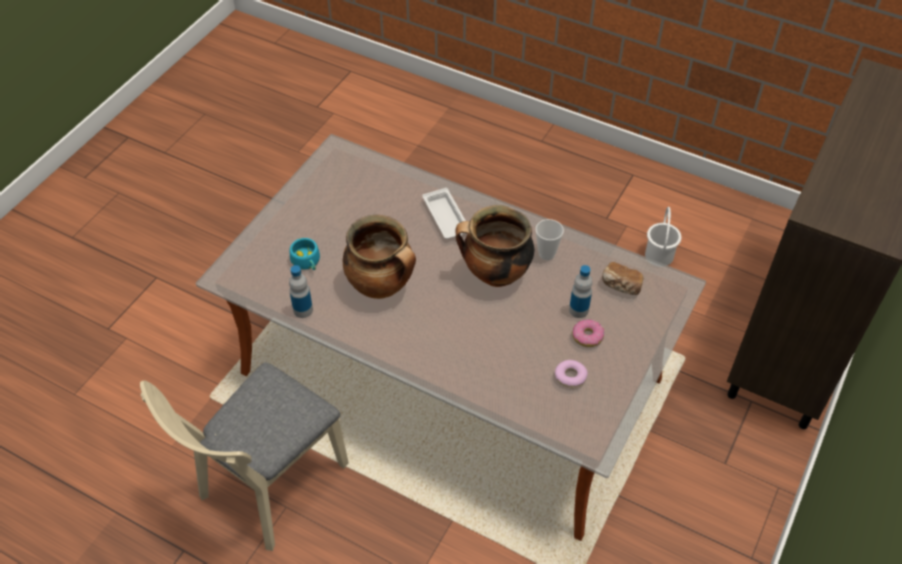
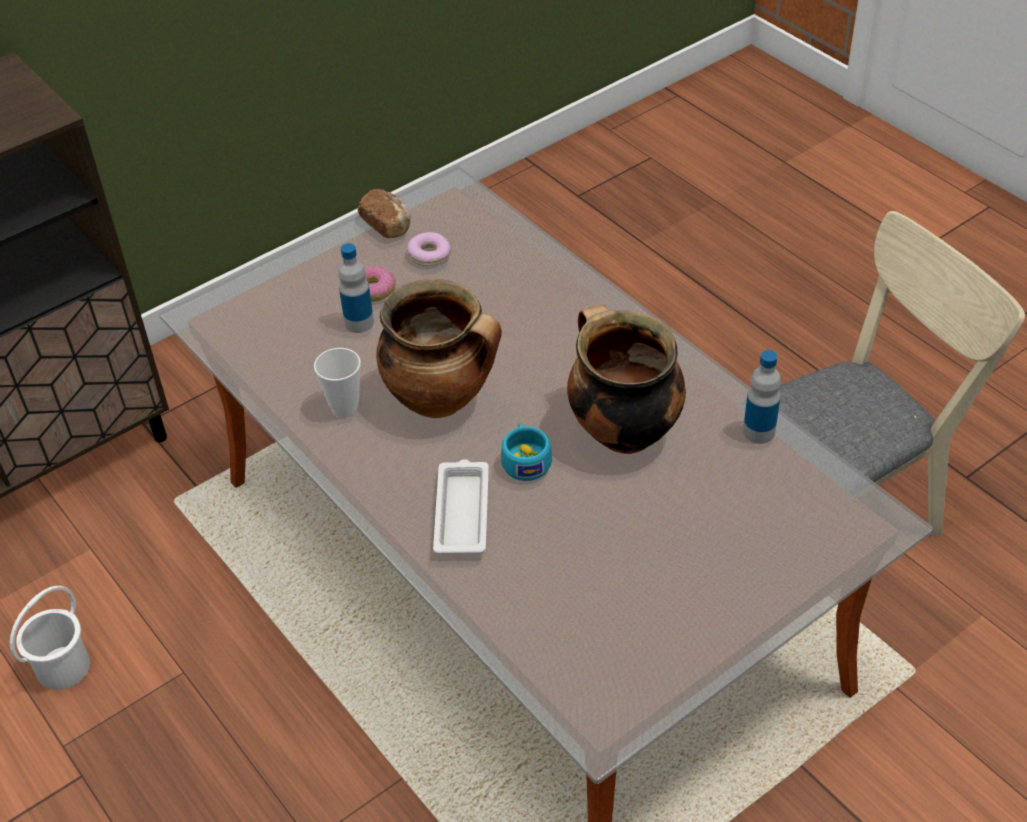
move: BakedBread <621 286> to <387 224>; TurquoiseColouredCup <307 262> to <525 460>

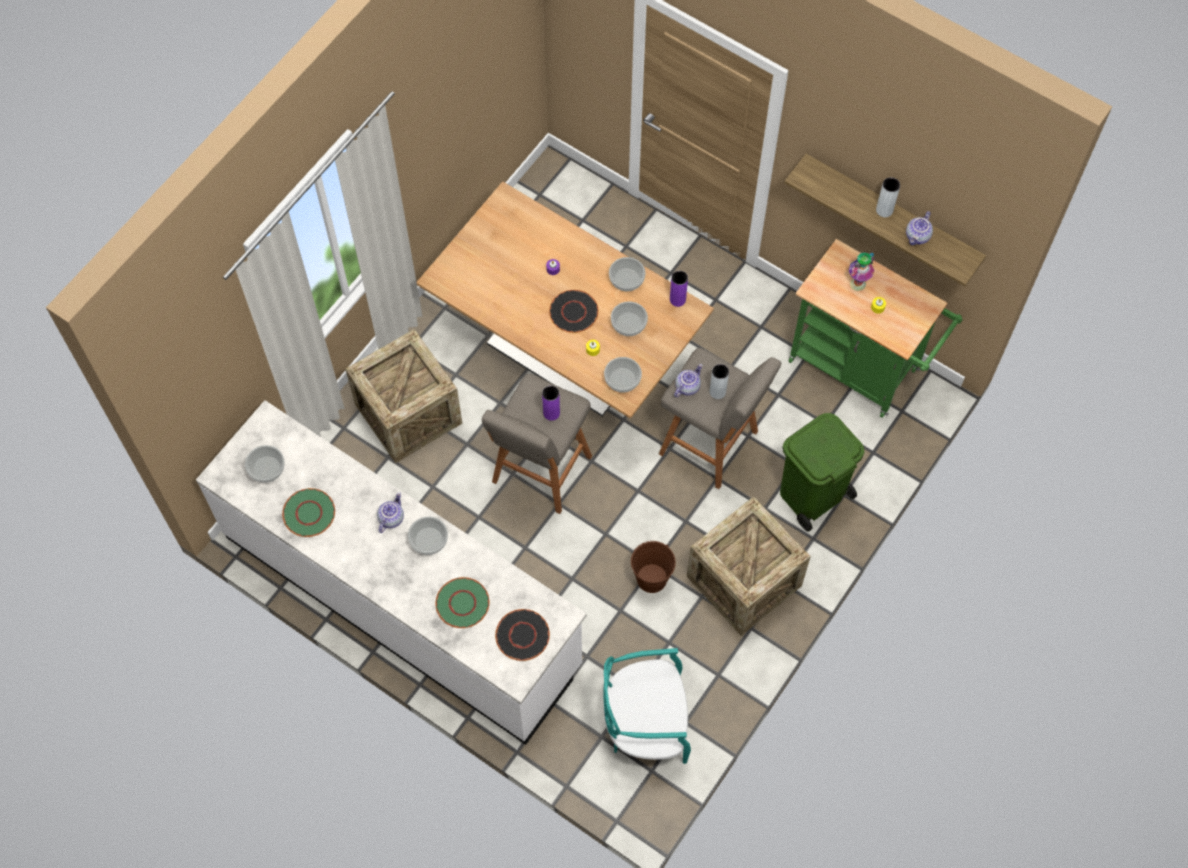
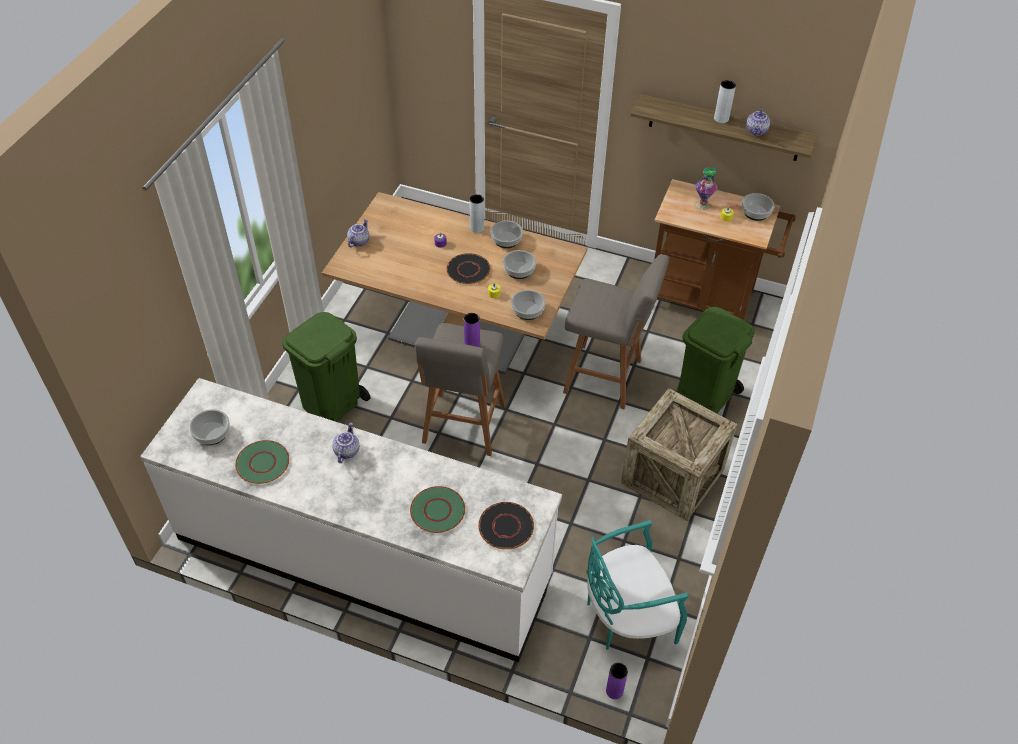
delete: BrownWaterBucket <652 578>
move: TeaPot <687 386> to <358 241>; GrayVase <717 392> to <477 228>; PurpleColouredVase <677 299> to <614 691>; DeepDish <428 540> to <756 213>
replace: ShippingCrate <408 414> to GreenWasteBin <331 404>
recolor: GreenCart <861 369> to BrownCart <707 301>

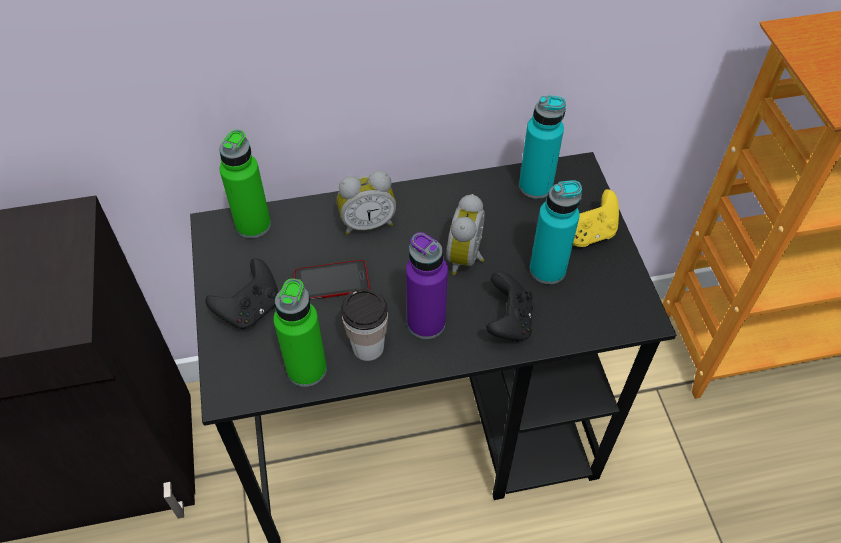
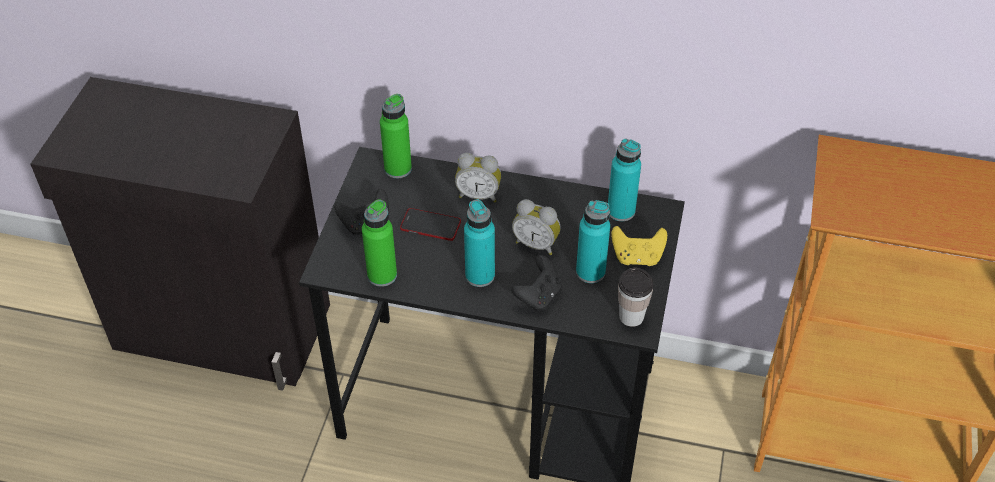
move: Cup <368 347> to <631 316>
recolor: PurpleColouredDrinkBottle <426 323> to TurquoiseColouredDrinkBottle <480 275>
rotate: TableClock <467 258> = <536 244> 105 degrees counterclockwise

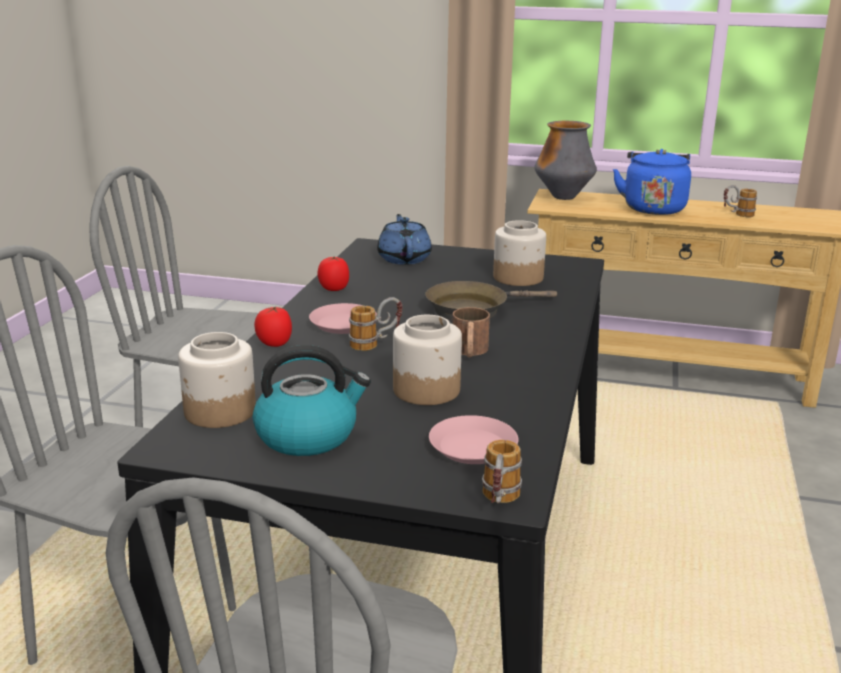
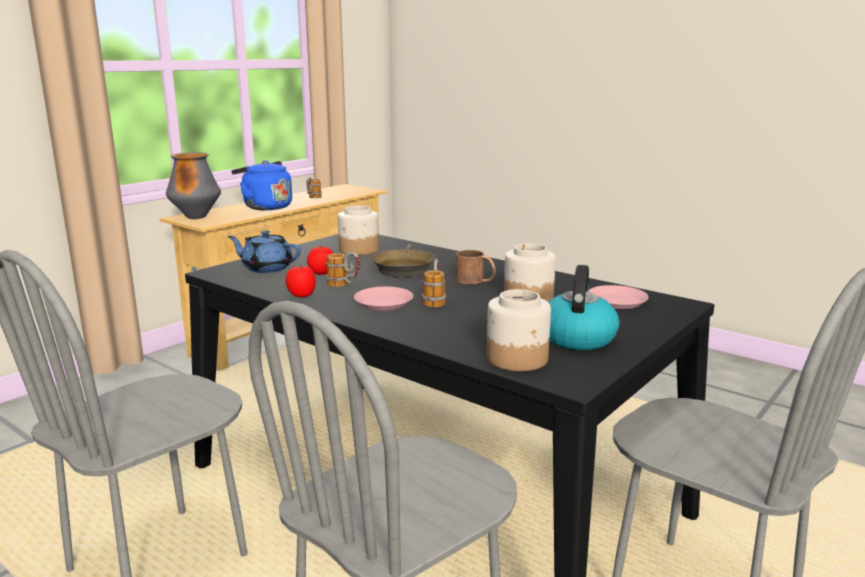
move: FreshTomato <274 344> to <321 274>; CoffeeMug <499 503> to <344 285>

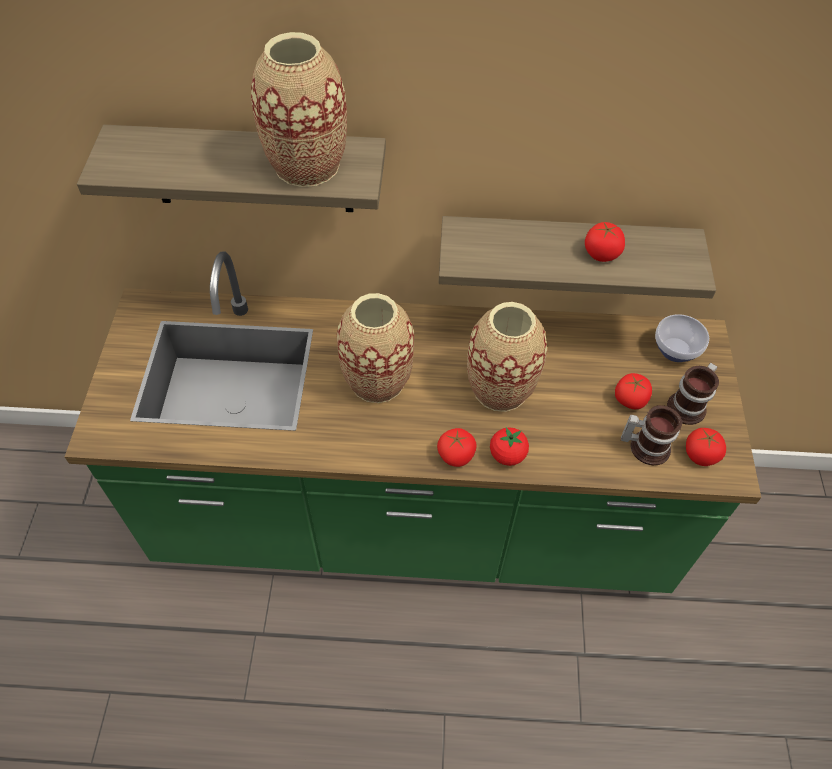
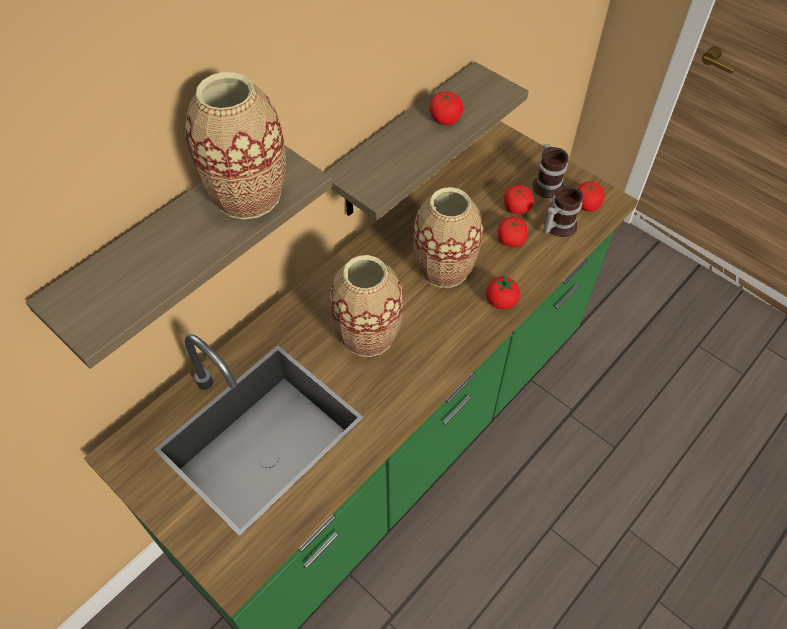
delete: DeepDish <674 350>
move: FreshTomato <456 455> to <510 240>

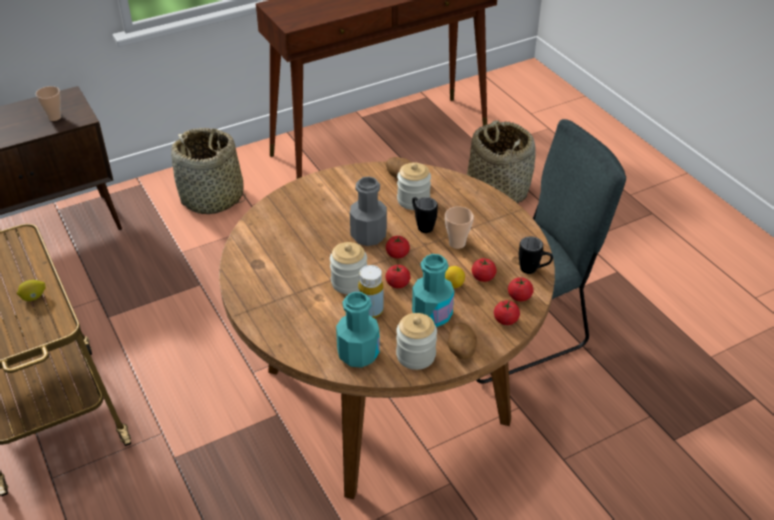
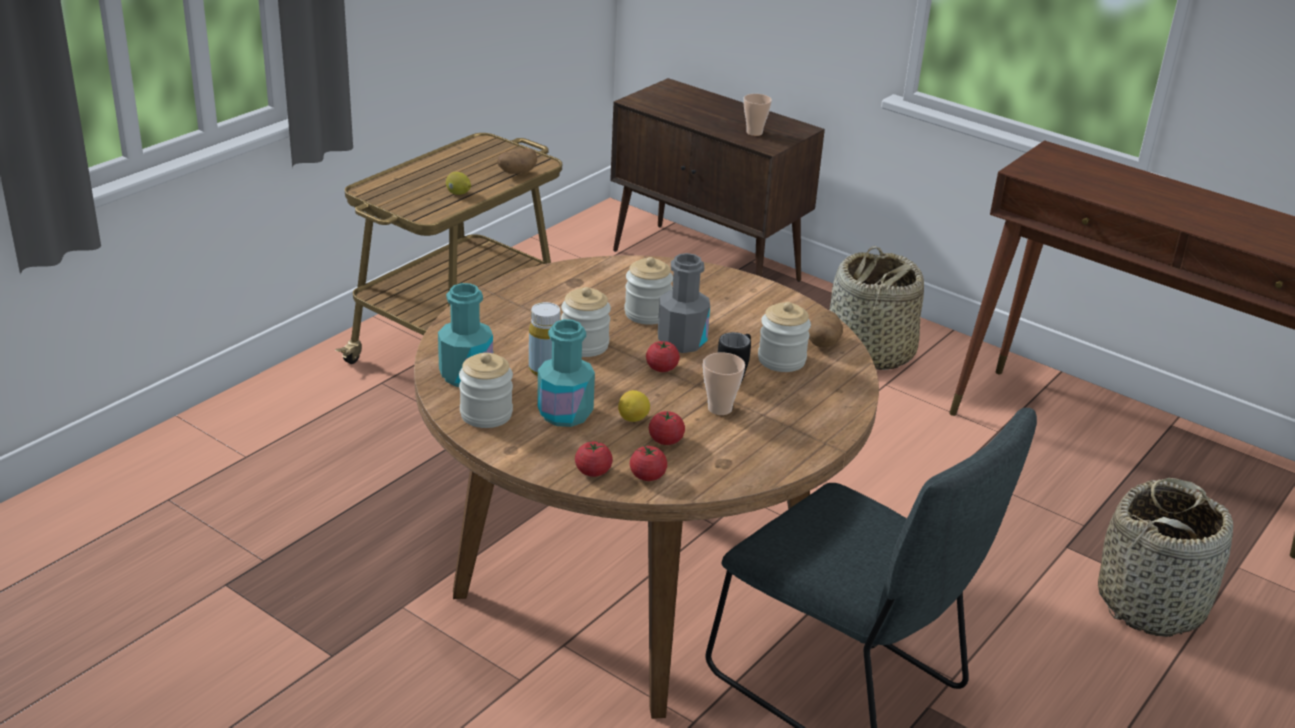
delete: FreshTomato <397 284>; BlackCoffeeMug <533 270>
insert: PreserveJar <647 313>
move: WholePotato <461 351> to <517 172>

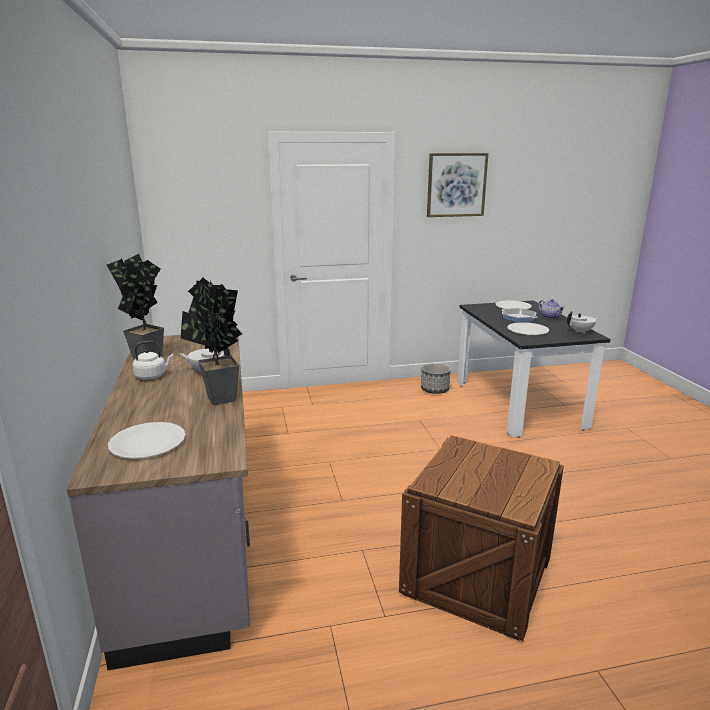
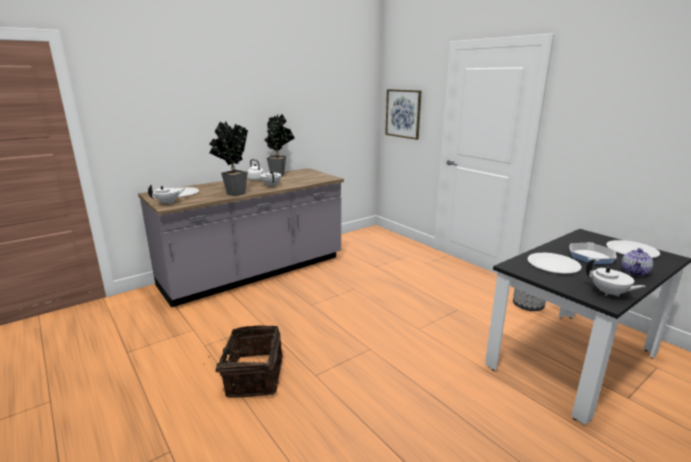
insert: WhiteTeaPot <168 203>
move: WallArt <456 185> to <403 113>
replace: ShippingCrate <476 578> to StorageBasket <252 376>

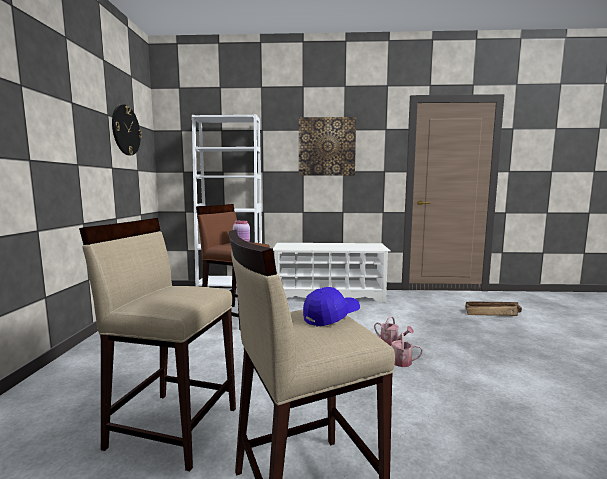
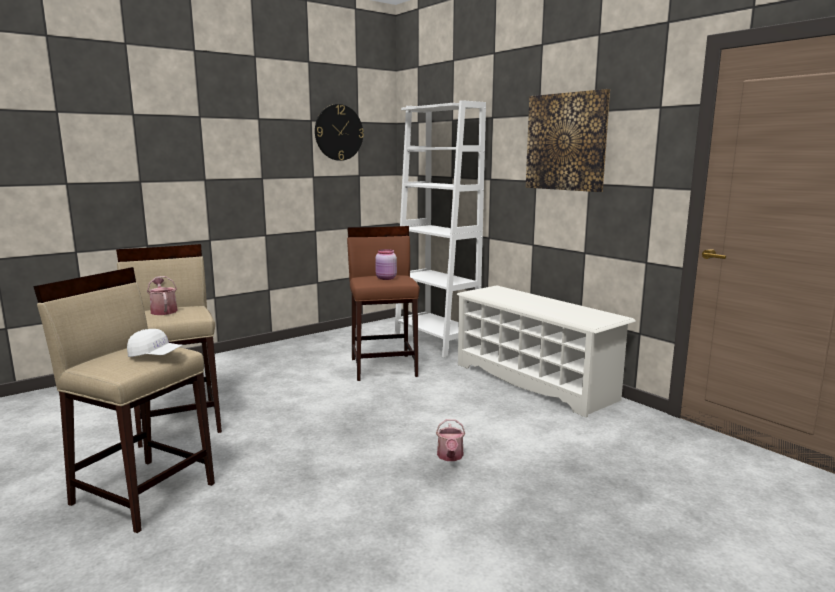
delete: ShippingCrate <492 313>
move: SprinklingCan <397 361> to <163 311>
recolor: BlueColouredPeakedCap <331 317> to WhitePeakedCap <155 355>

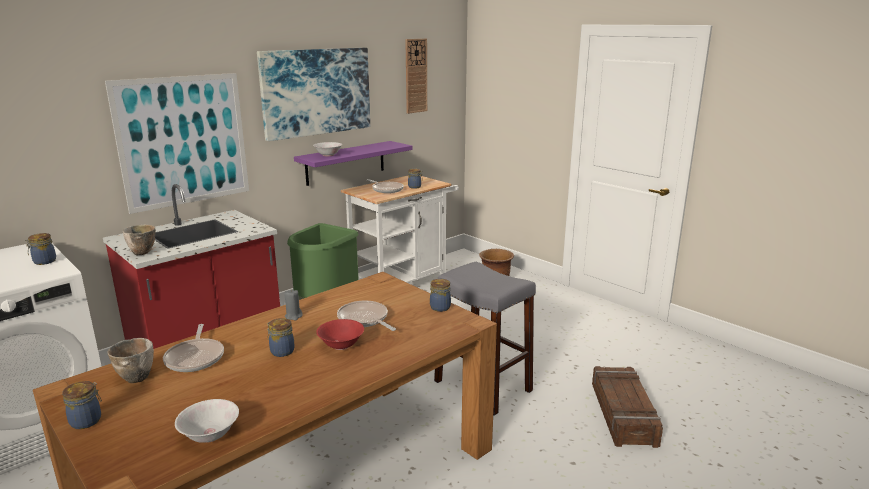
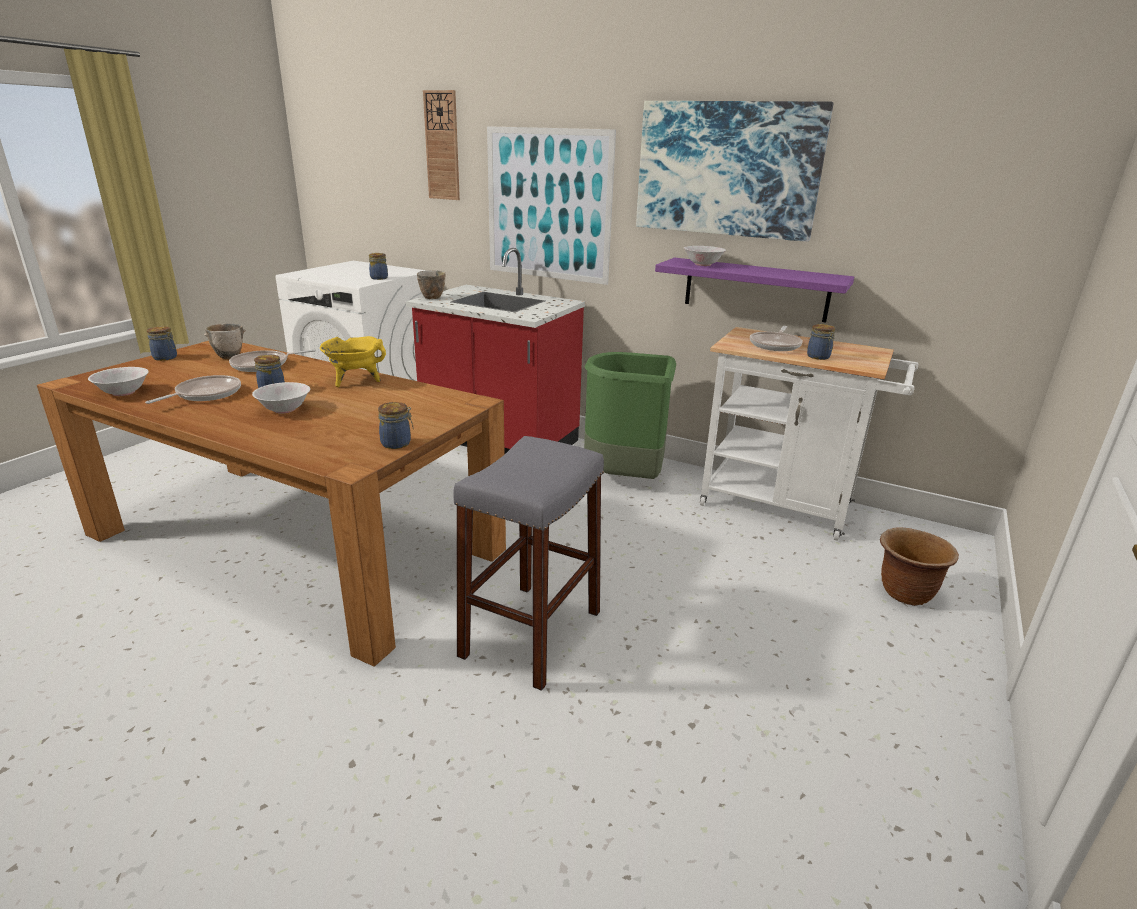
delete: ShippingCrate <624 413>
move: FryingPan <364 319> to <205 394>; HangingClock <416 76> to <442 146>
replace: GrayWaxCandle <293 316> to YellowColouredSaucepot <355 381>
recolor: RedColouredDeepDish <341 345> to WhiteDeepDish <284 409>

